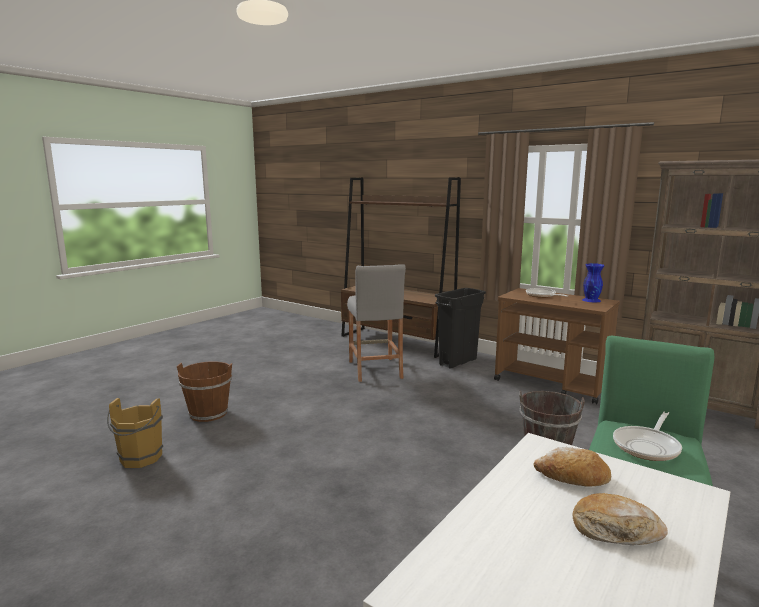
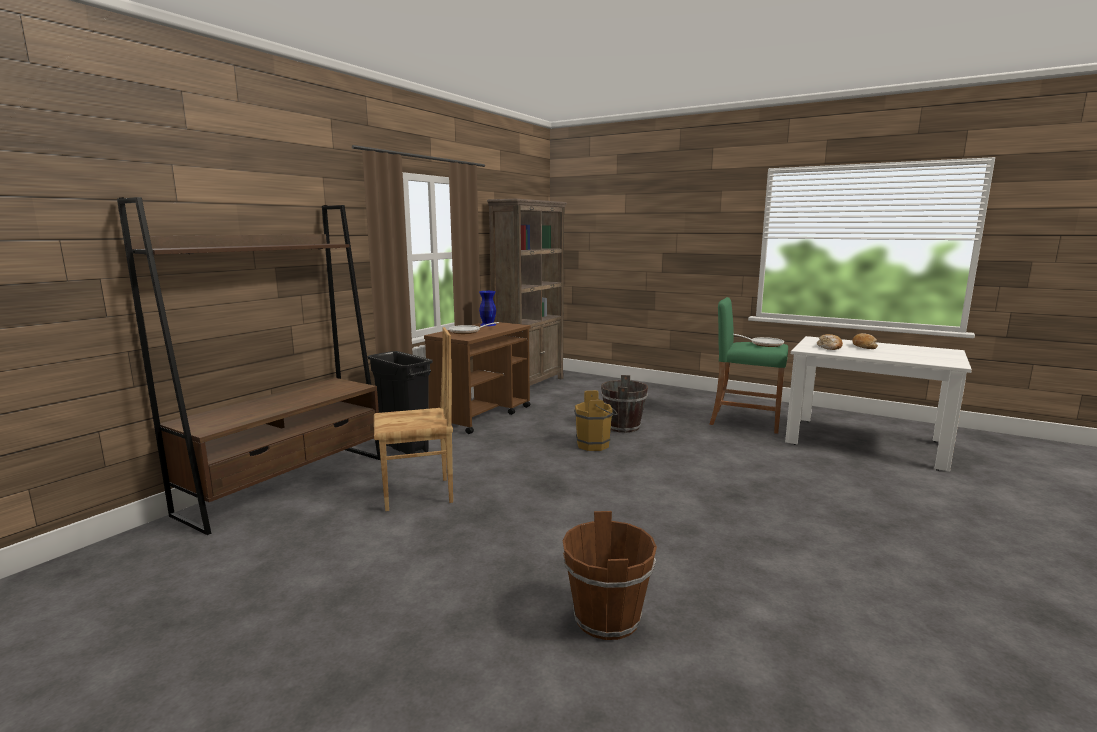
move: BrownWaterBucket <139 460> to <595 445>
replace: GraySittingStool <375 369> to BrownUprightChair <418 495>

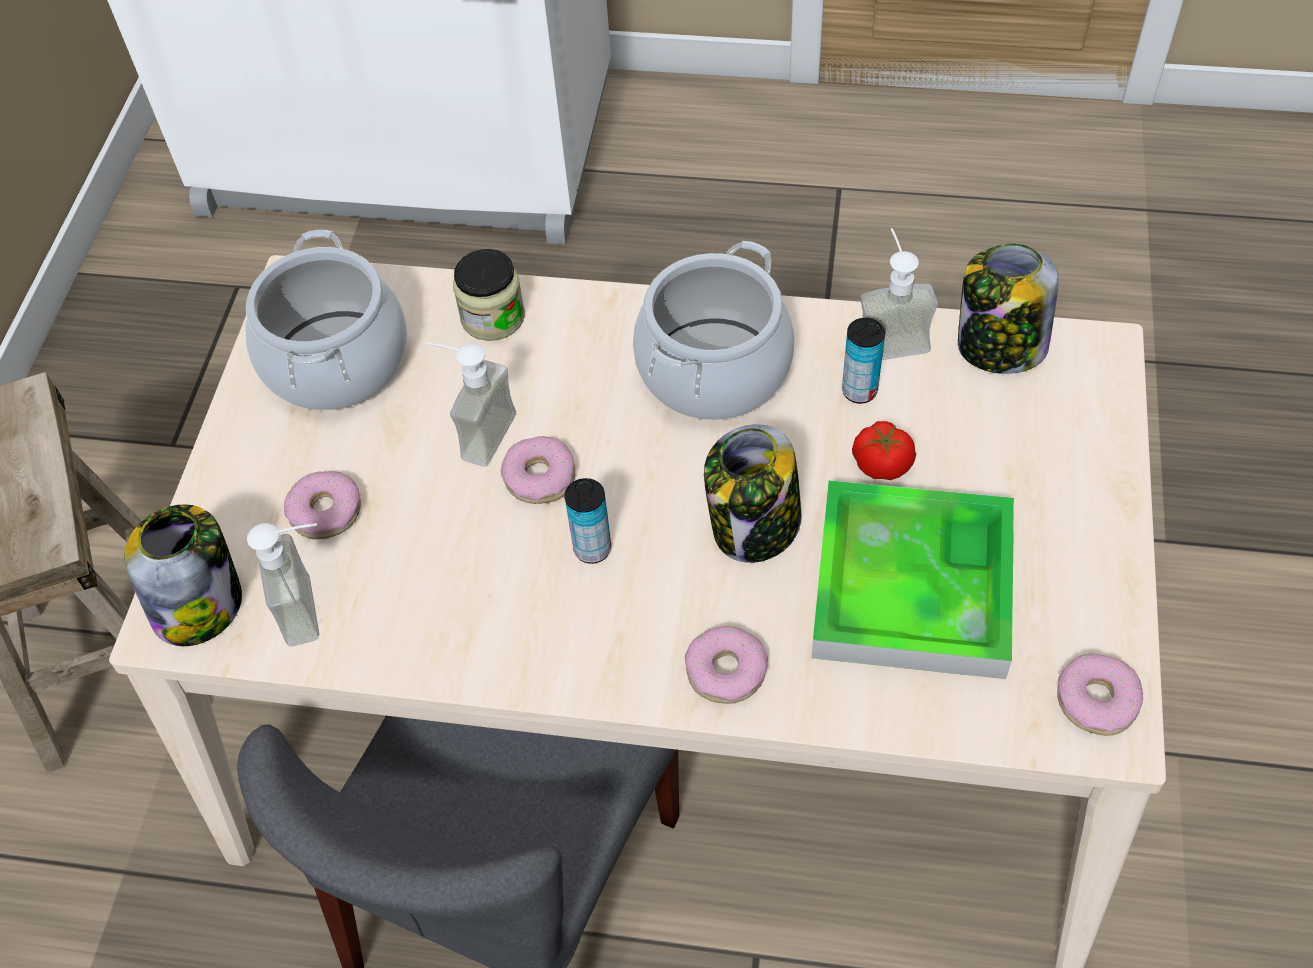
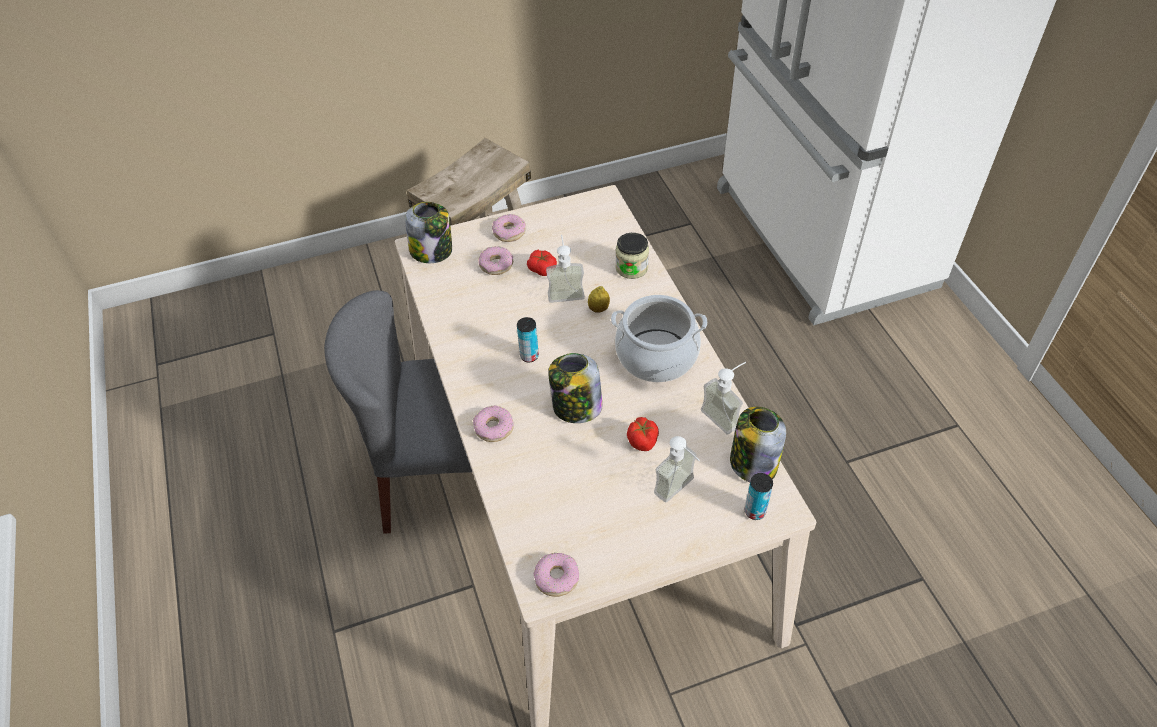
delete: Saucepot <335 361>; CarryingTray <912 586>
insert: FreshTomato <542 269>; CitrusFruit <598 309>
move: Donut <540 477> to <509 232>; SoapDispenser <315 607> to <680 491>; MetalCan <859 391> to <755 511>

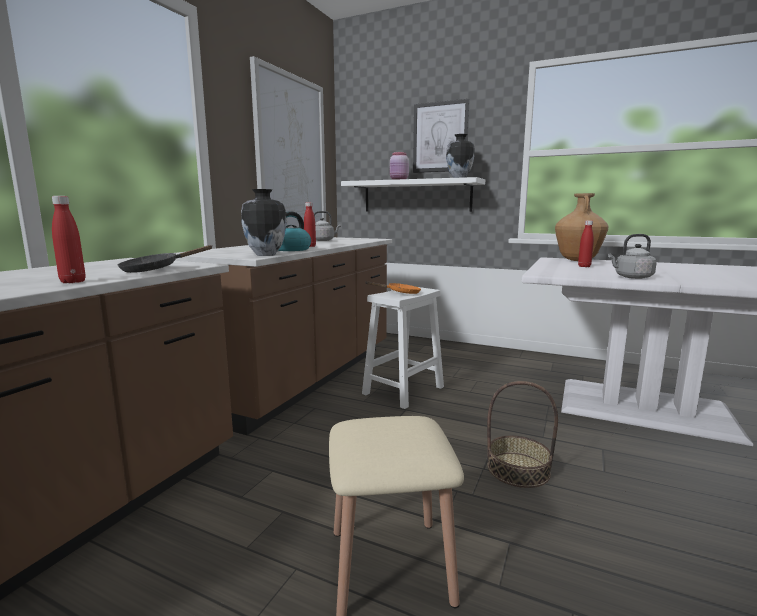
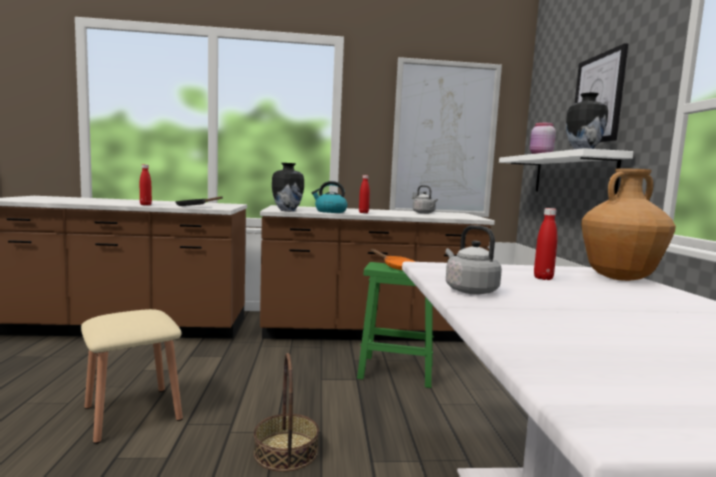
recolor: WhiteSittingStool <404 390> to GreenSittingStool <397 371>

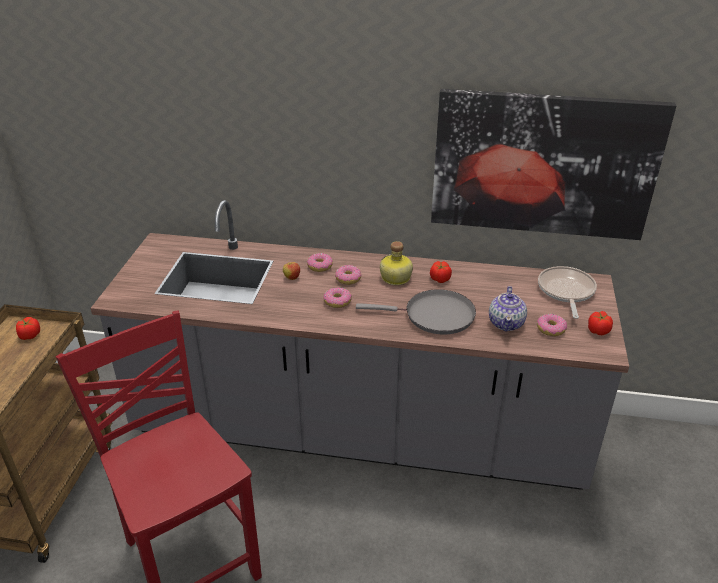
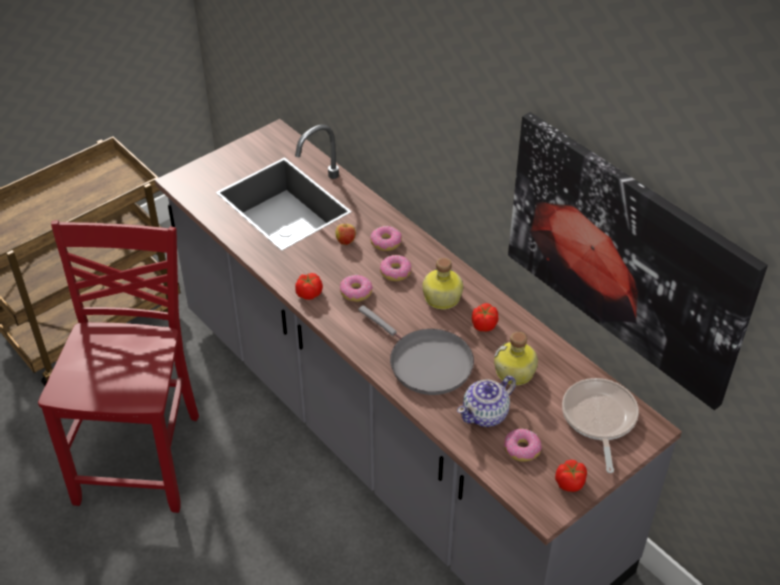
insert: DrinkBottle <515 373>
move: FreshTomato <30 335> to <309 293>
rotate: FryingPan <566 291> = <599 419> 45 degrees counterclockwise

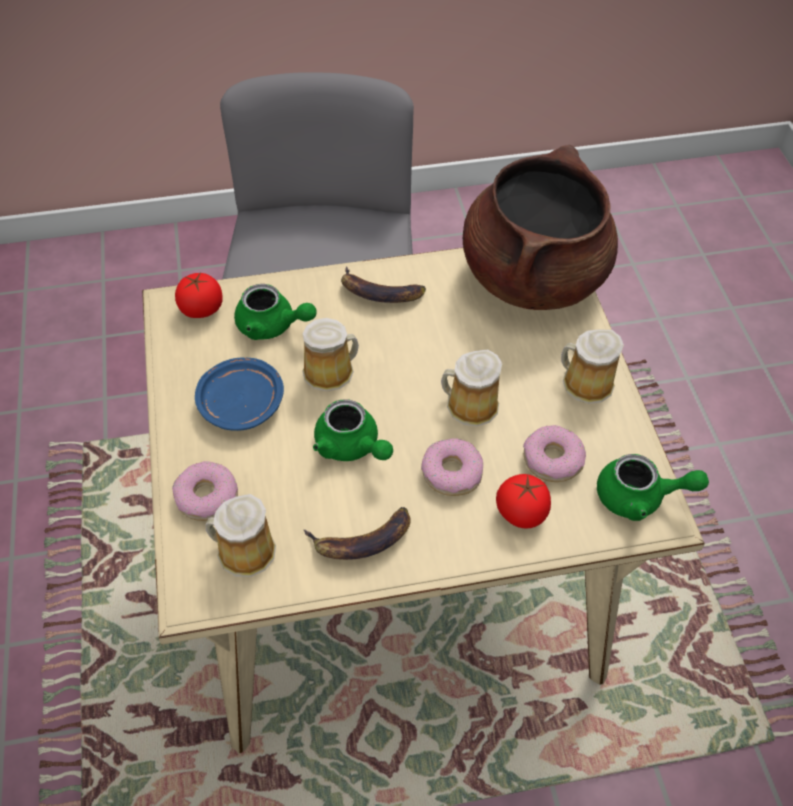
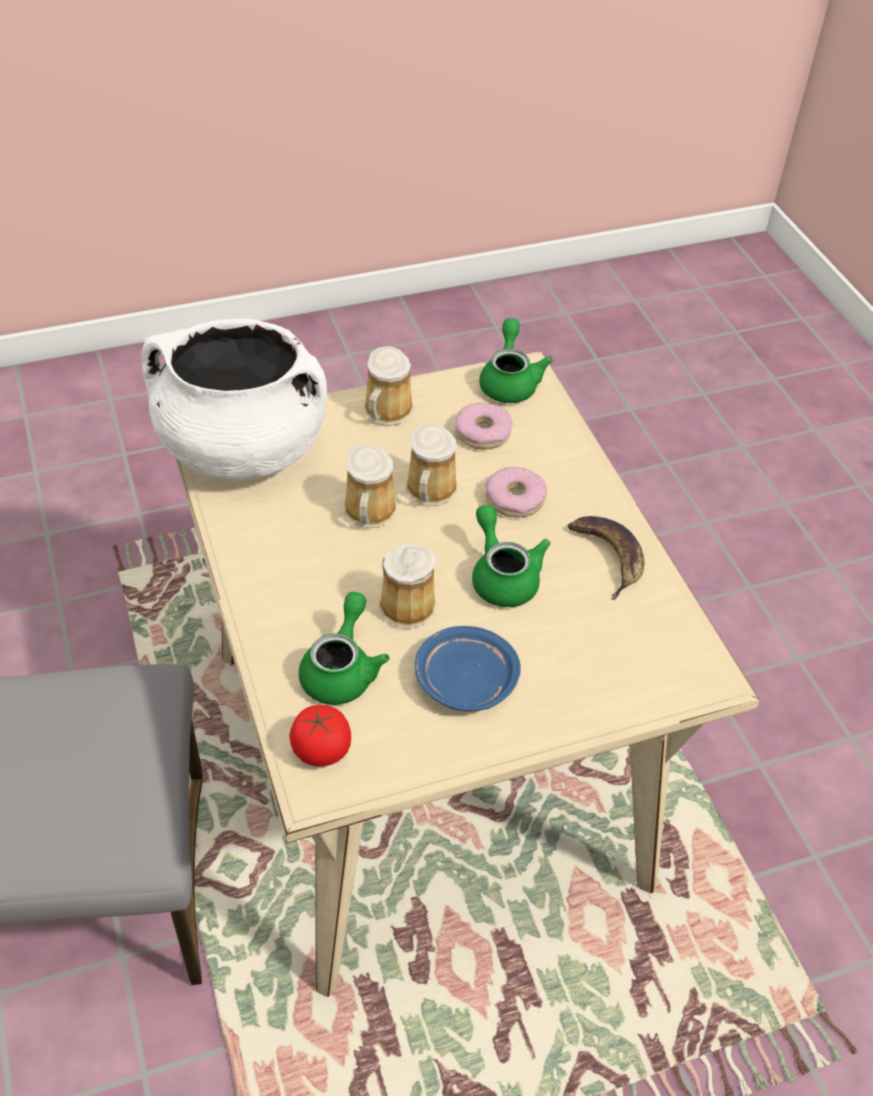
delete: Donut <207 496>; WholeBanana <379 293>; FreshTomato <521 512>
move: CoffeeMug <243 551> to <369 513>
recolor: BrownSaucepot <533 277> to WhiteSaucepot <242 449>
rotate: GreenTeaPot <351 447> = <503 576> 60 degrees counterclockwise

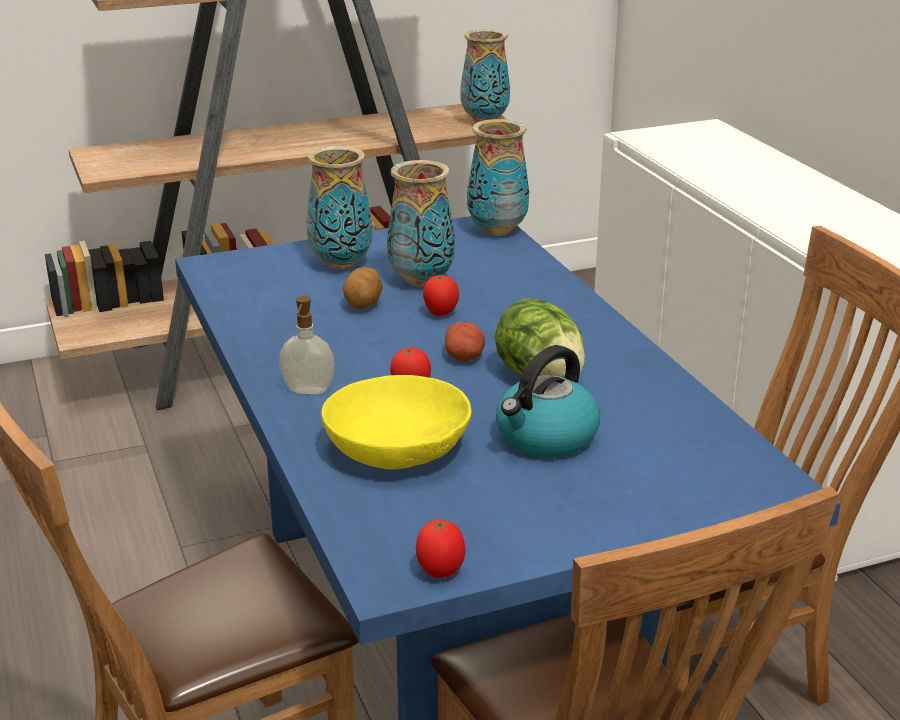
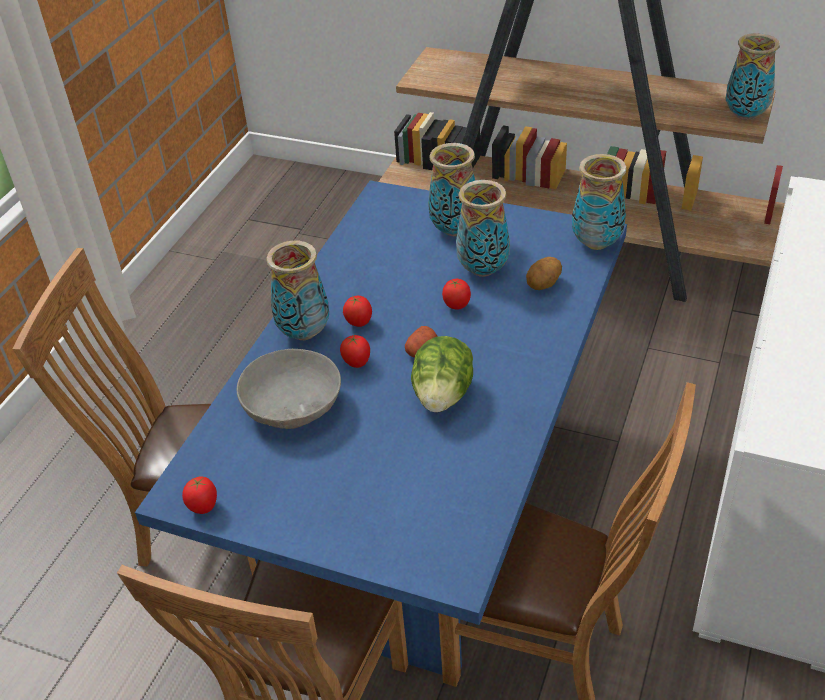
delete: TeaKettle <545 438>
insert: FreshTomato <359 323>
move: WholePotato <363 305> to <544 285>
replace: SoapDispenser <308 391> to Vase <305 333>
recolor: YellowColouredDeepDish <398 449> to GrayDeepDish <293 406>

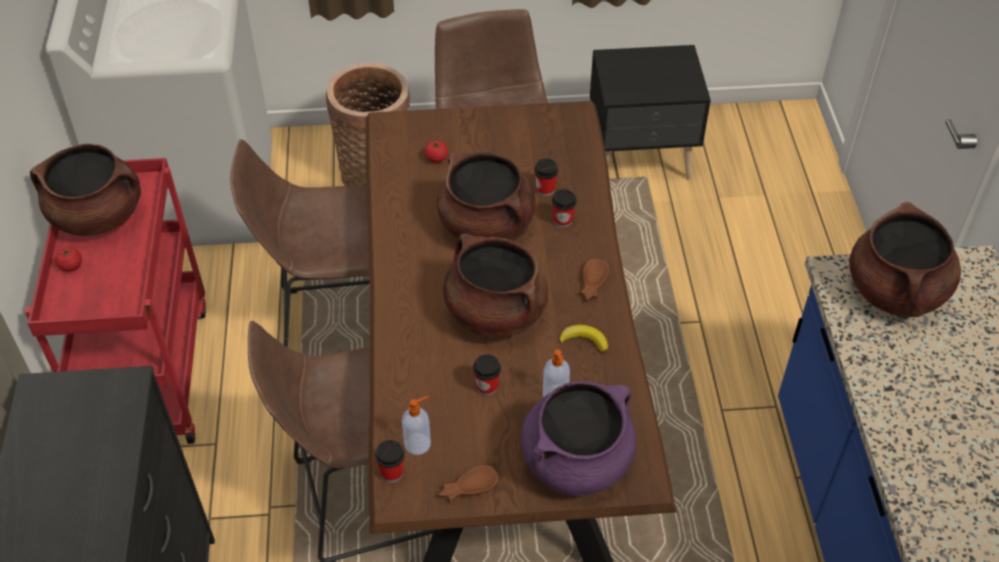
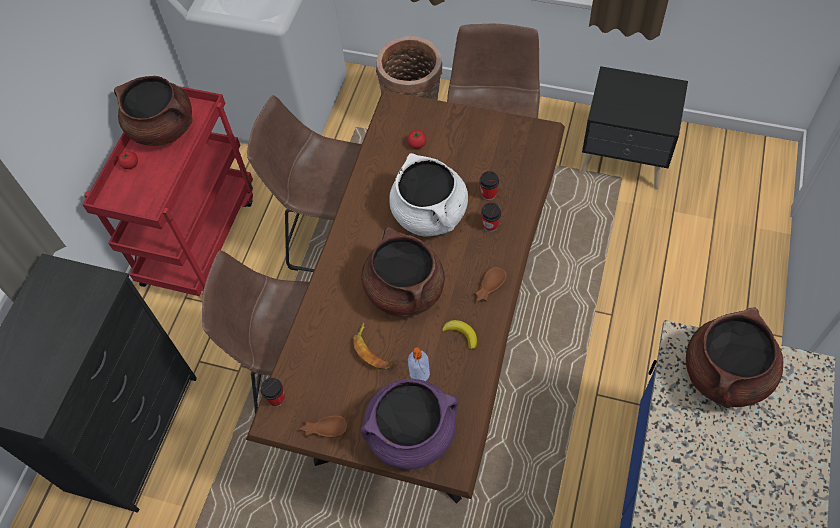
delete: SoapDispenser <418 443>
replace: Cup <487 387> to WholeBanana <372 351>
recolor: BrownSaucepot <487 226> to WhiteSaucepot <430 214>

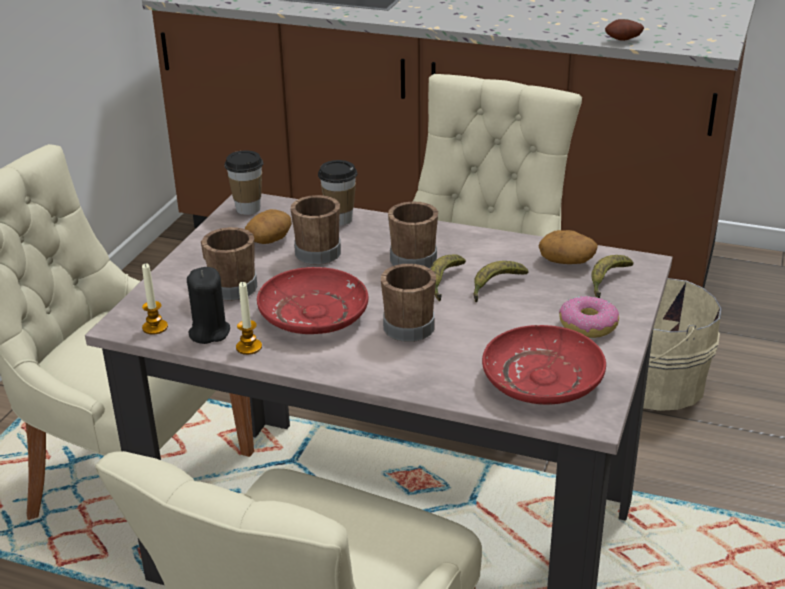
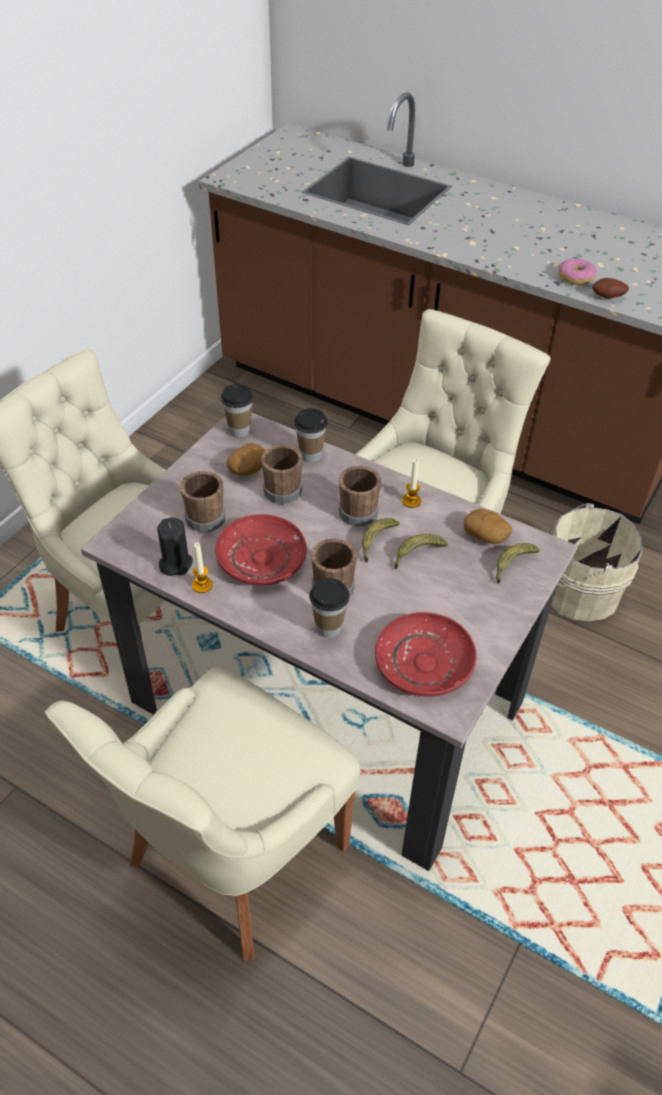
insert: Cup <328 628>
move: WaxCandle <155 327> to <411 501>; Donut <588 326> to <576 278>

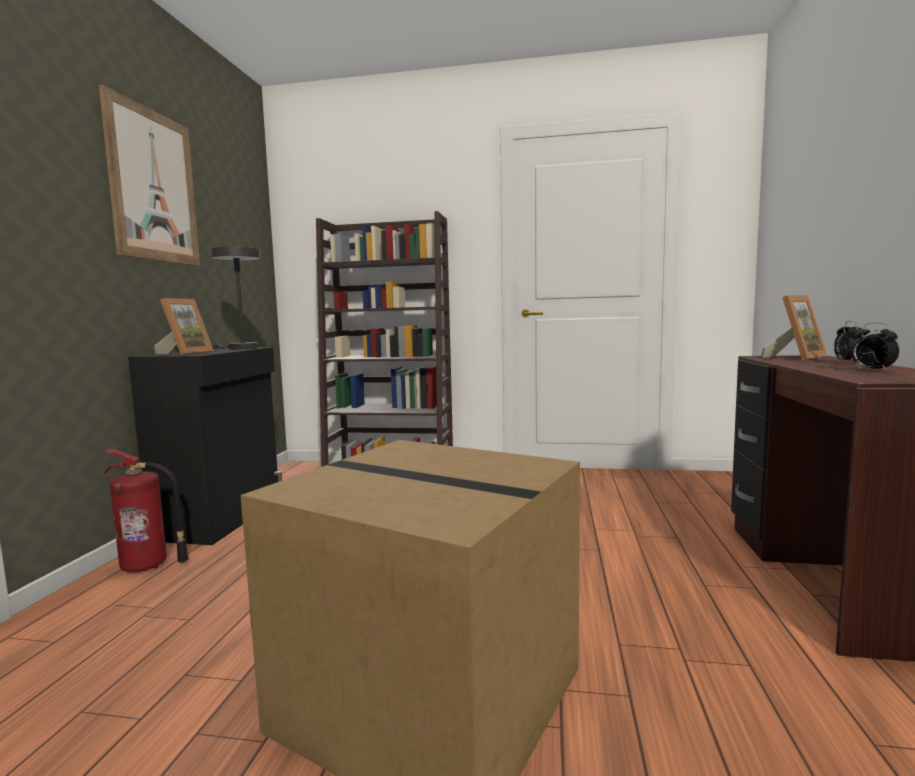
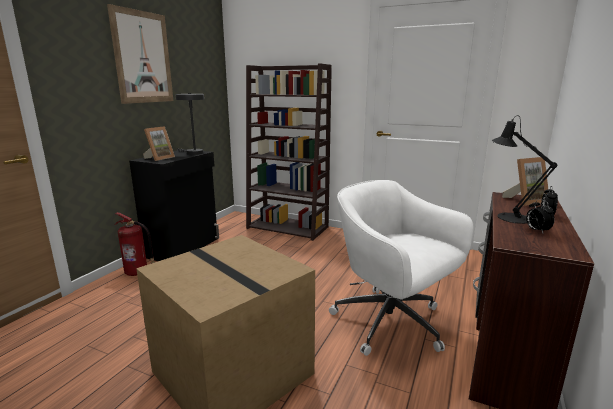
insert: WhiteComputerChair <392 323>; BlackTabletopLamp <508 217>

